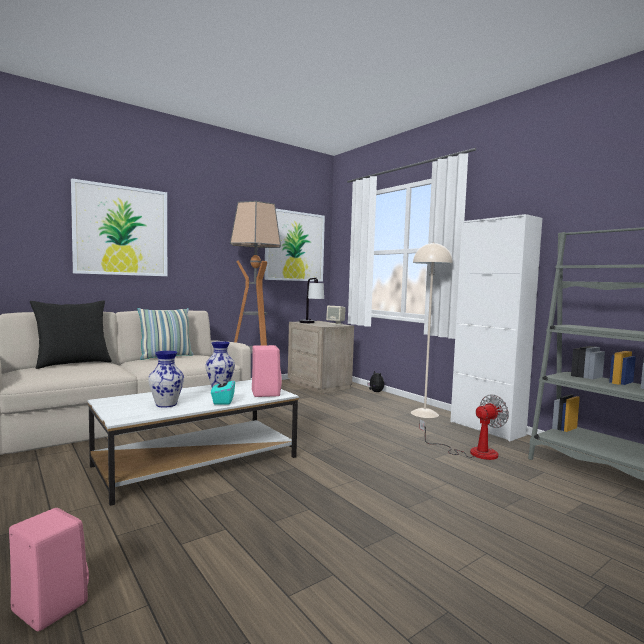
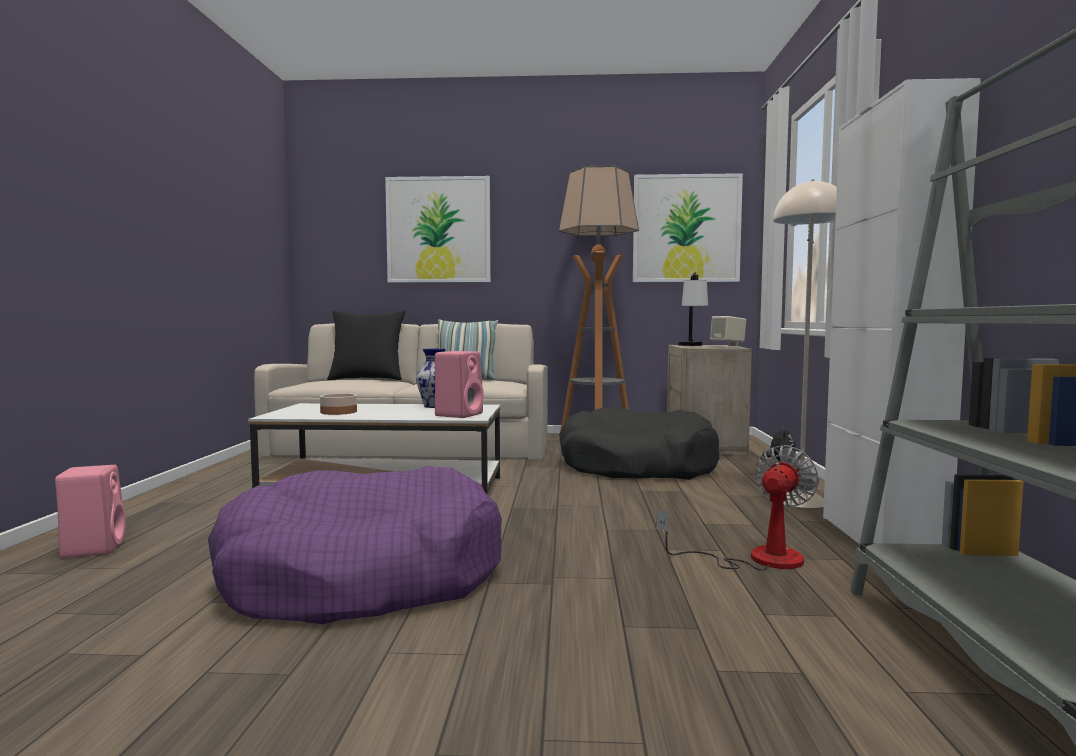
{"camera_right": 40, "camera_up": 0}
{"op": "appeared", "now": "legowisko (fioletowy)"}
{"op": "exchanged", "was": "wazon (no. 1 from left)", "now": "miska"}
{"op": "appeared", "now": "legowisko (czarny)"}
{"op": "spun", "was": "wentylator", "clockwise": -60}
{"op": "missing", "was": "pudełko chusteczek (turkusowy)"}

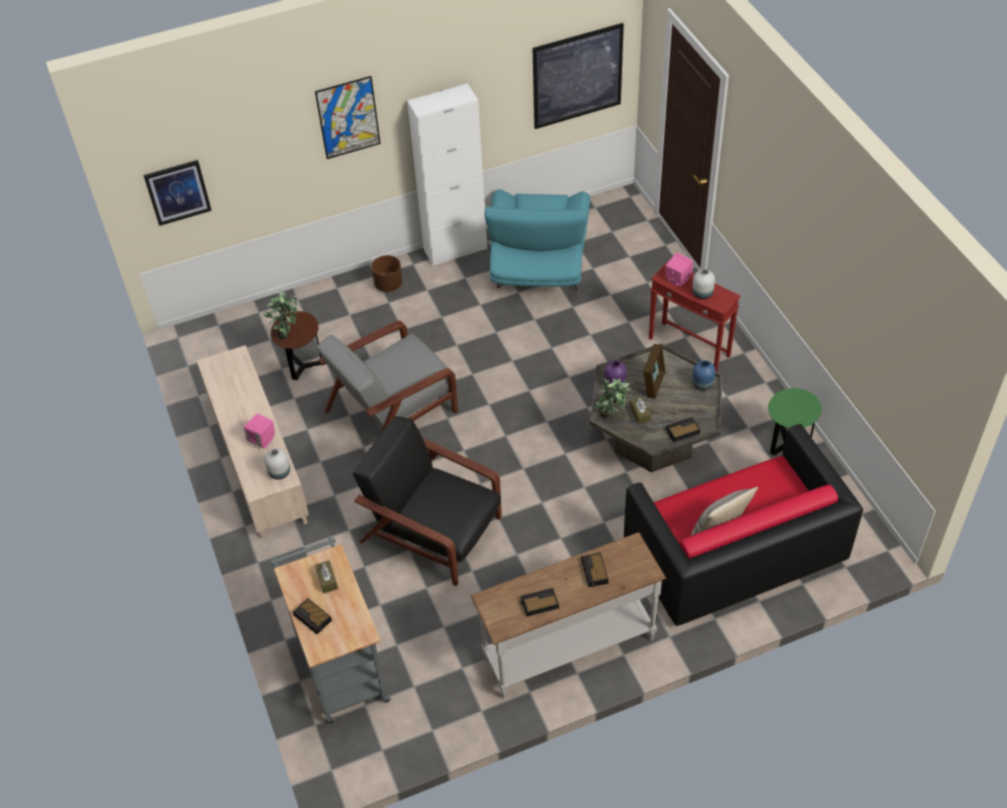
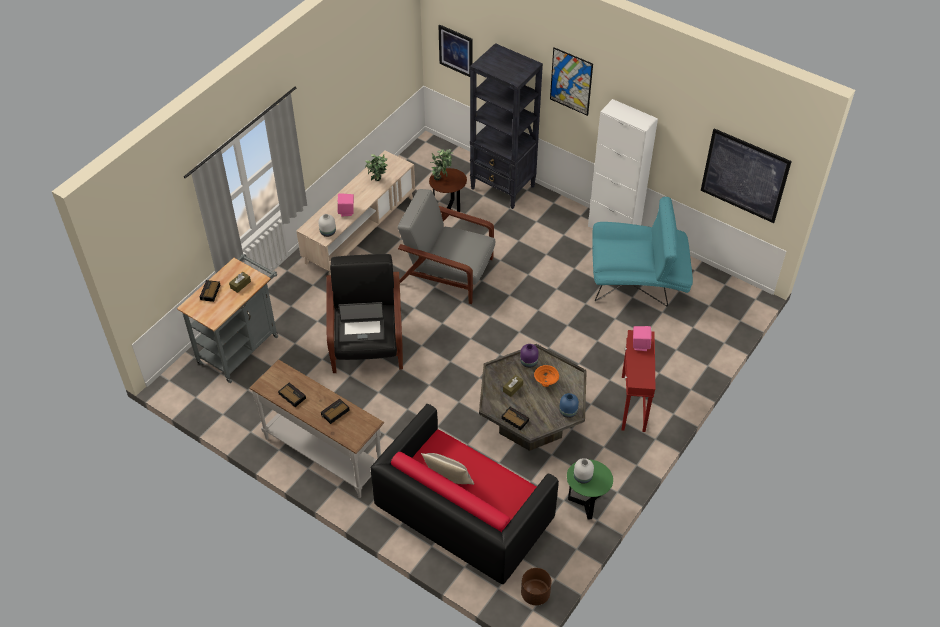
{"camera_right": 55, "camera_up": 0}
{"op": "appeared", "now": "laptop"}
{"op": "relocated", "was": "roślina doniczkowa (no. 2 from left in the first image)", "now": "roślina doniczkowa (no. 1 from left)"}
{"op": "appeared", "now": "regał (czarny)"}
{"op": "relocated", "was": "donica (brązowy)"}
{"op": "exchanged", "was": "ramka na zdjęcie", "now": "miska (pomarańczowy)"}
{"op": "relocated", "was": "wazon (biały) (no. 2 from left)"}
{"op": "spun", "was": "fotel (turkusowy)", "clockwise": -150}

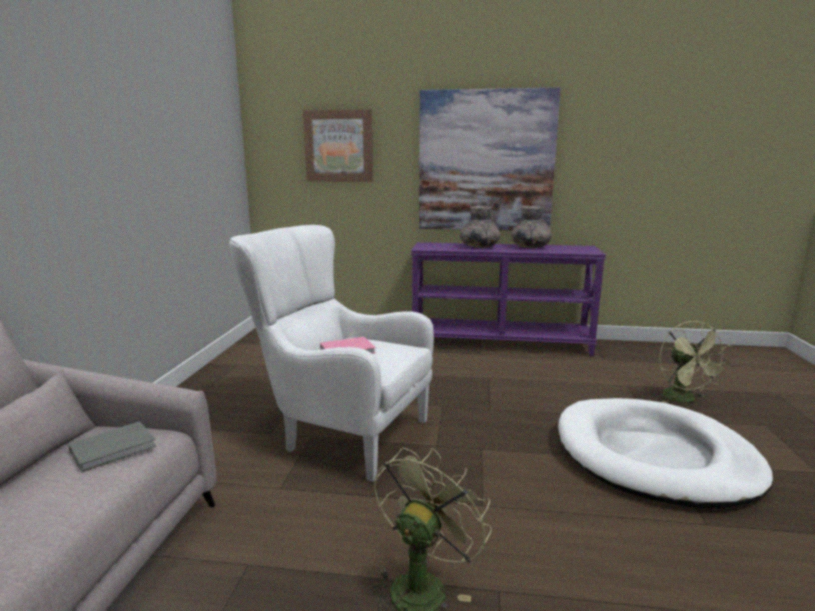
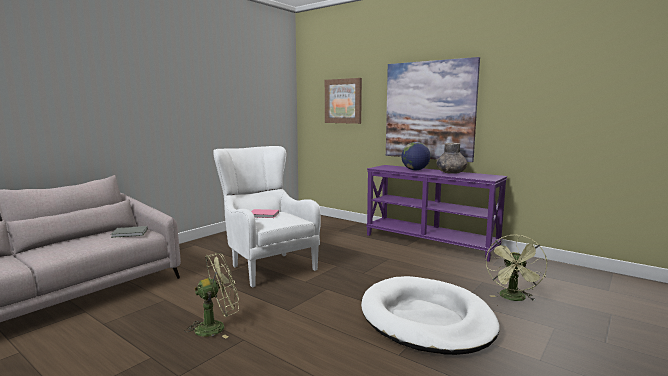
{"camera_right": 30, "camera_up": -5}
{"op": "exchanged", "was": "wazon (szary) (no. 1 from left)", "now": "globus"}

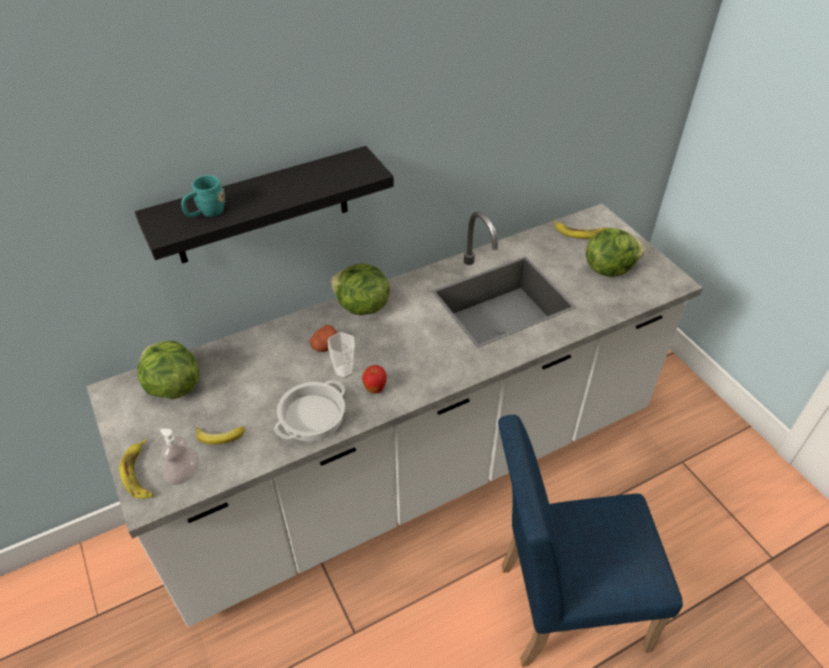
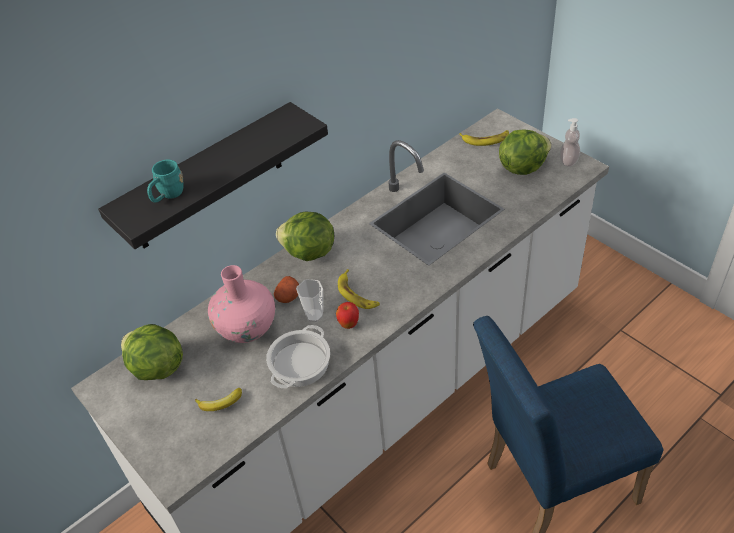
{"camera_right": -10, "camera_up": 0}
{"op": "appeared", "now": "wazon (różowy)"}
{"op": "relocated", "was": "banan (no. 1 from left in the first image)", "now": "banan (no. 2 from left)"}
{"op": "relocated", "was": "dozownik mydła"}

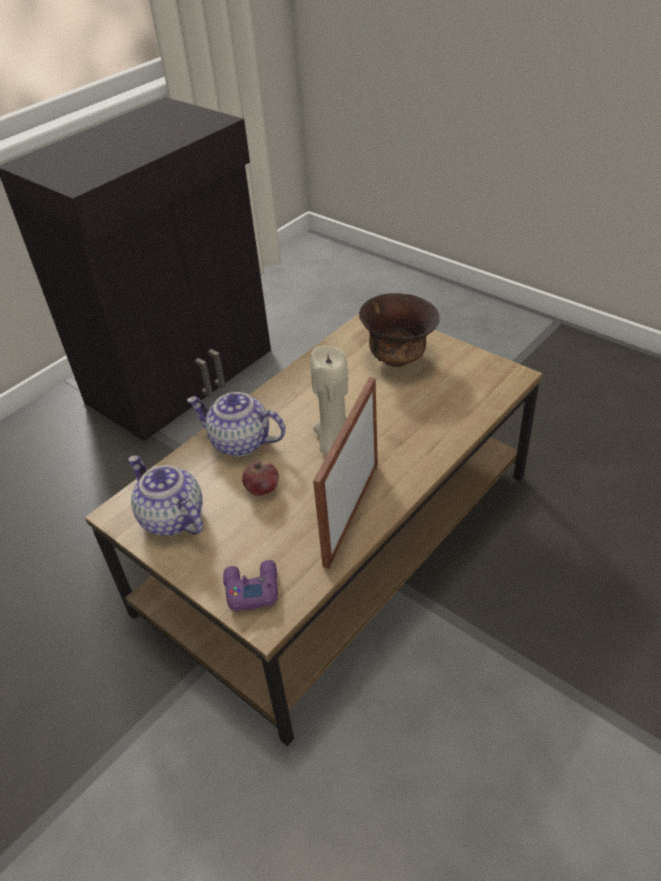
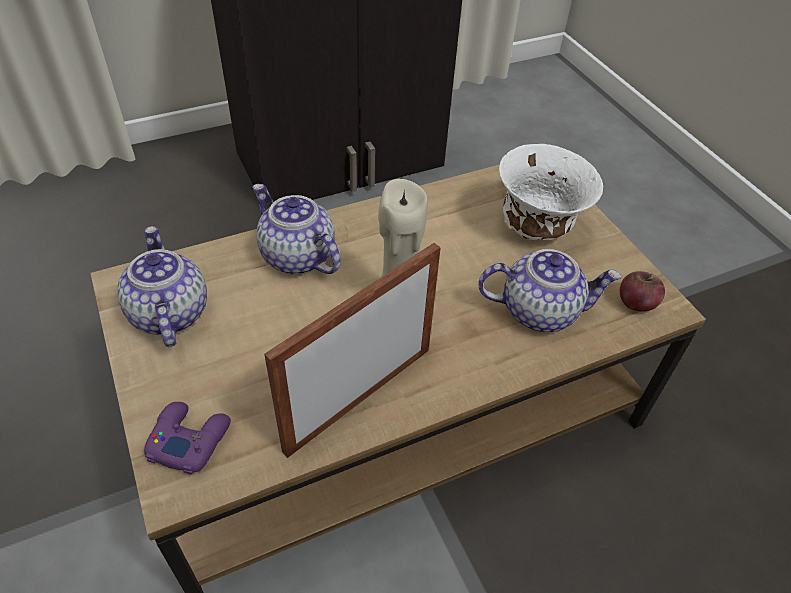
{"camera_right": 20, "camera_up": 5}
{"op": "appeared", "now": "imbryk (no. 3 from left)"}
{"op": "colour", "was": "miska (brązowy)", "now": "miska (biały)"}
{"op": "relocated", "was": "jabłko"}

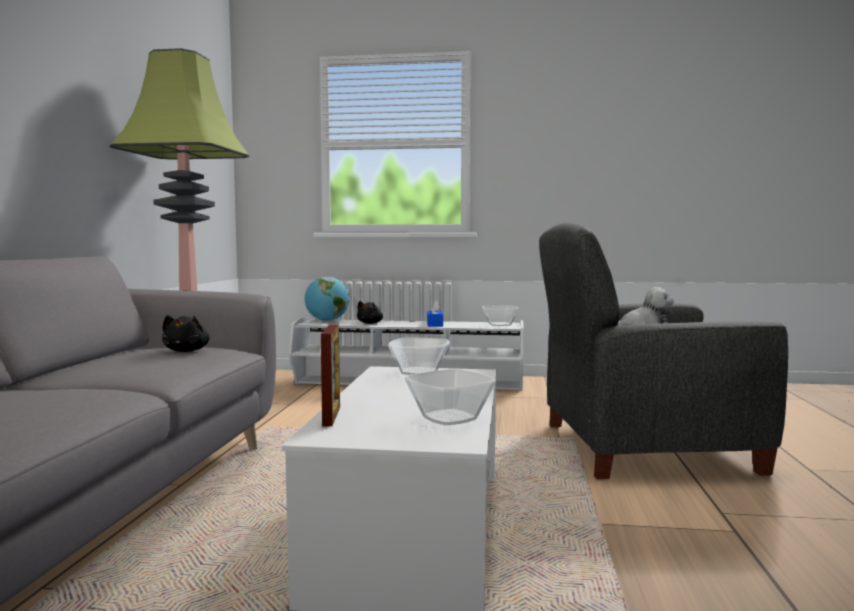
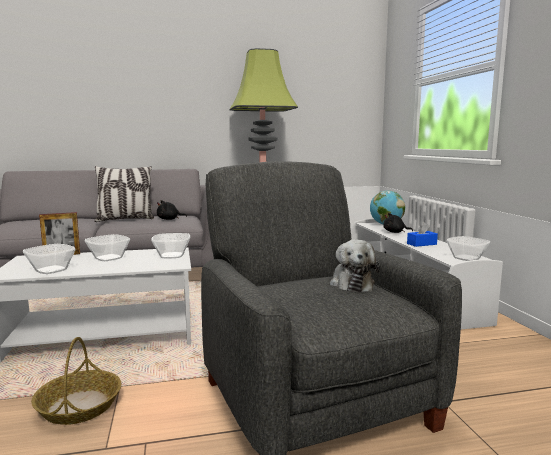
{"camera_right": 70, "camera_up": 5}
{"op": "appeared", "now": "koszyk"}
{"op": "appeared", "now": "miska (no. 2 from left)"}
{"op": "appeared", "now": "poduszka"}

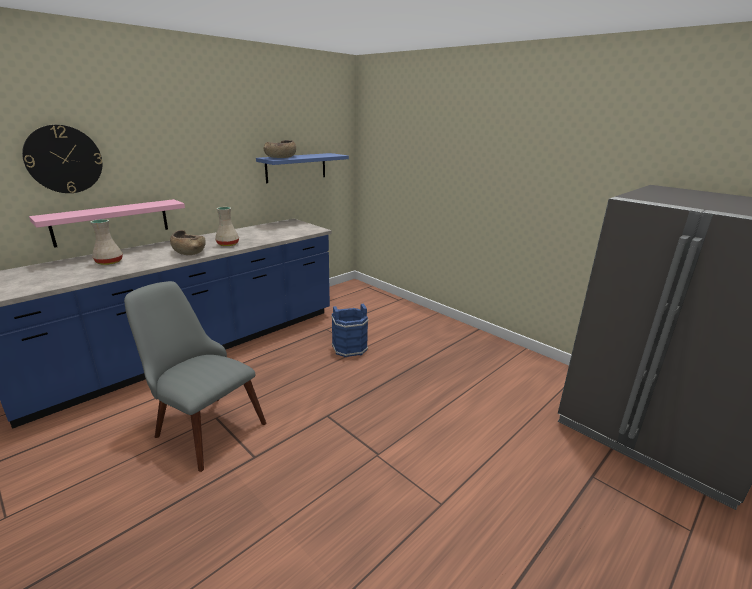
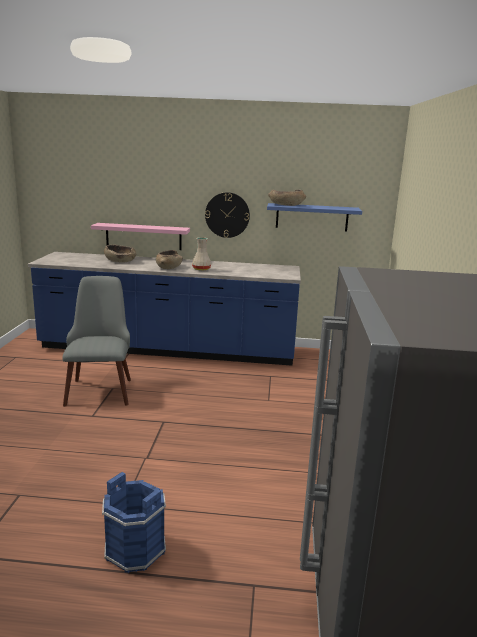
{"camera_right": 50, "camera_up": -5}
{"op": "relocated", "was": "wiadro (niebieski)"}
{"op": "exchanged", "was": "wazon (beżowy) (no. 1 from left)", "now": "miska (brązowy) (no. 1 from left)"}
{"op": "relocated", "was": "zegar ścienny"}

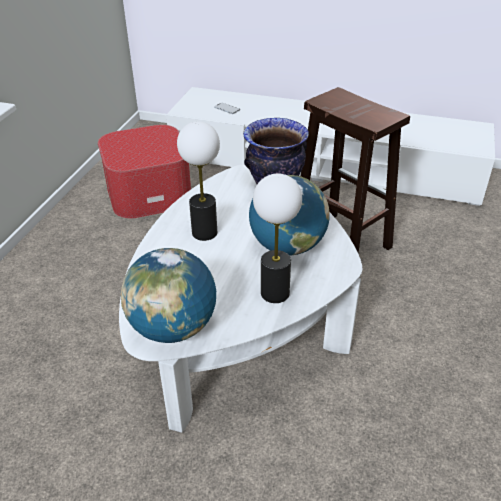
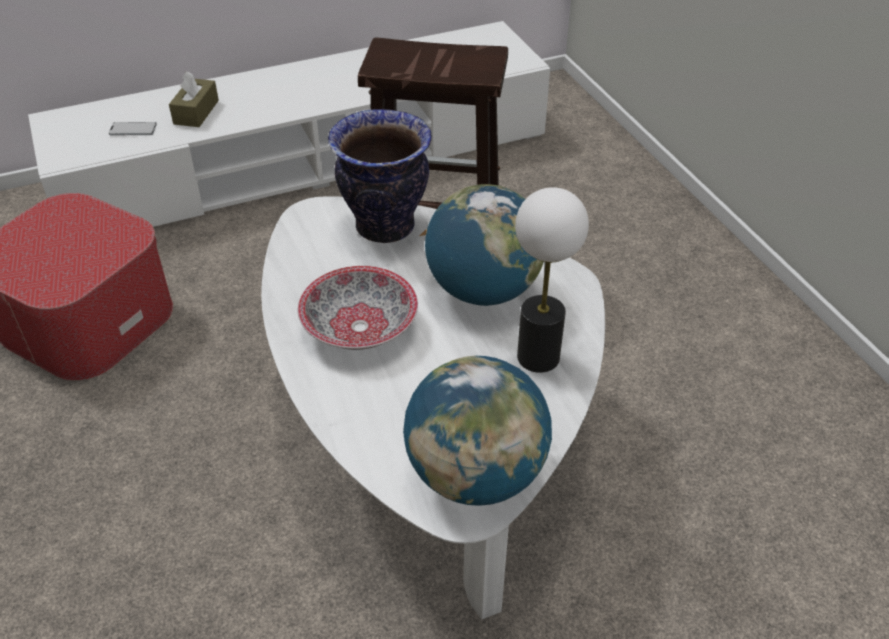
{"camera_right": -40, "camera_up": 5}
{"op": "appeared", "now": "pudełko chusteczek (brązowy)"}
{"op": "exchanged", "was": "lampa stołowa (no. 1 from left)", "now": "miska"}

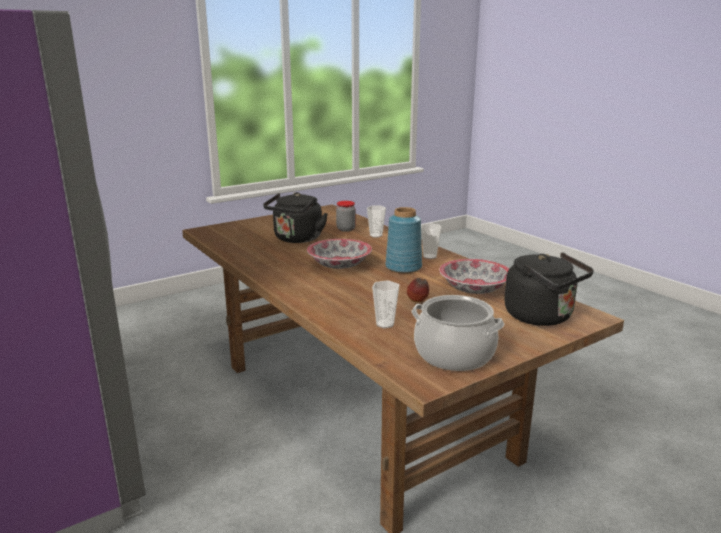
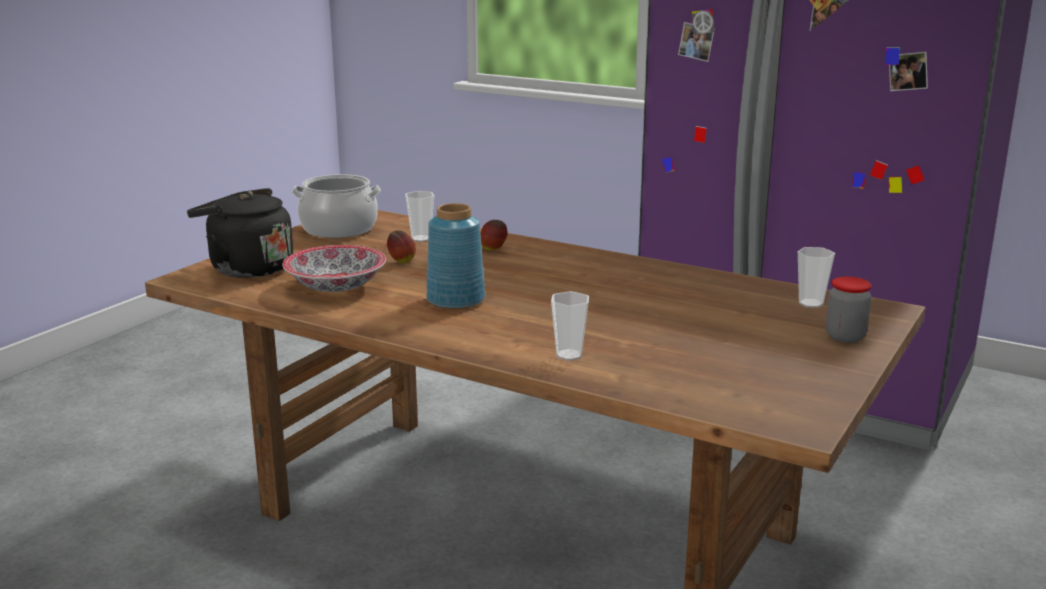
{"camera_right": 155, "camera_up": 0}
{"op": "appeared", "now": "jabłko (no. 2 from left)"}
{"op": "relocated", "was": "filiżanka (no. 3 from left)"}
{"op": "relocated", "was": "słoik"}
{"op": "missing", "was": "czajnik (czarny) (no. 1 from left)"}
{"op": "missing", "was": "miska (no. 1 from left)"}

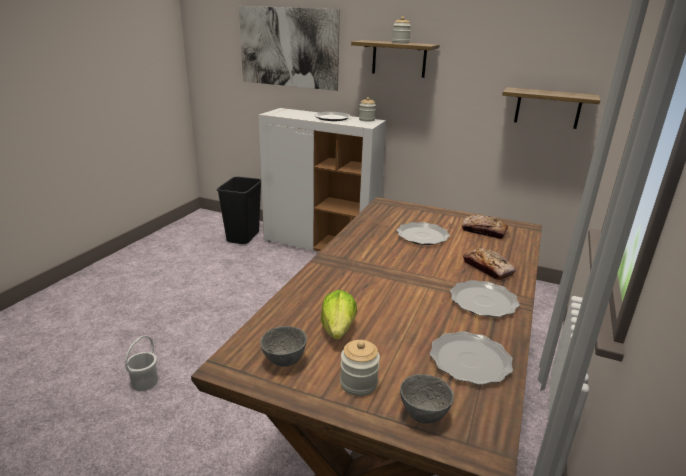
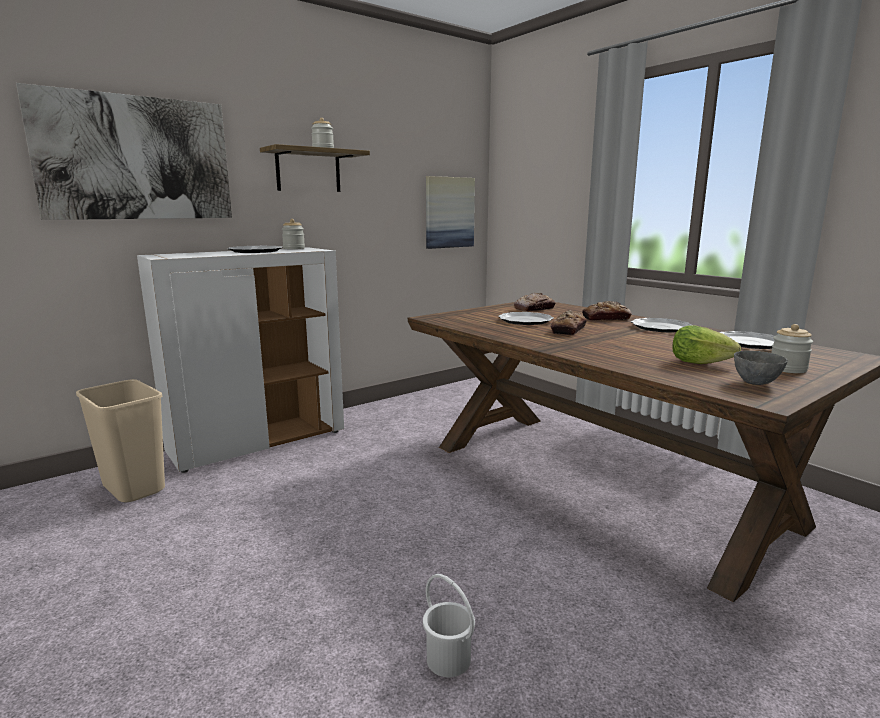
{"camera_right": -60, "camera_up": -10}
{"op": "colour", "was": "kosz na śmieci (czarny)", "now": "kosz na śmieci (beżowy)"}
{"op": "exchanged", "was": "półka (no. 2 from left)", "now": "obraz (no. 2 from left)"}
{"op": "appeared", "now": "chleb (no. 2 from left)"}
{"op": "missing", "was": "miska (szary) (no. 2 from left)"}

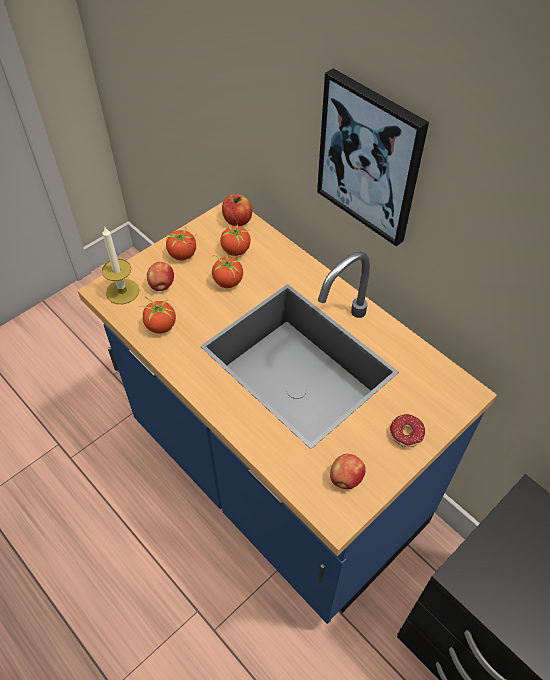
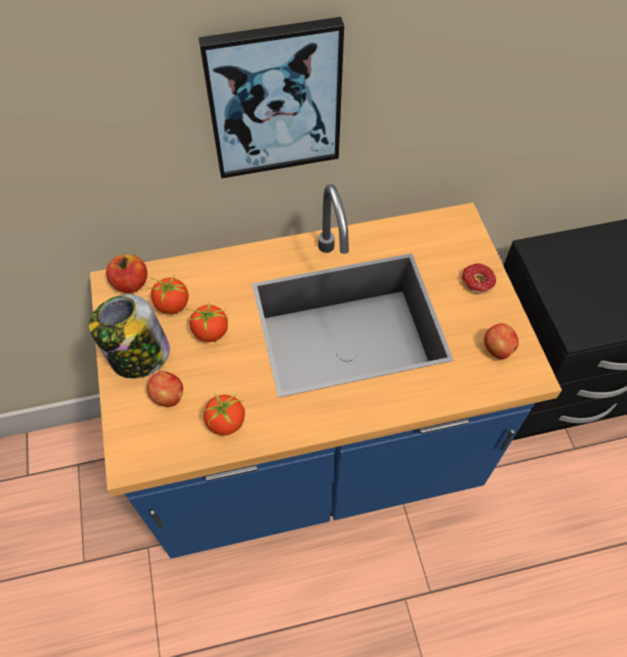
{"camera_right": -60, "camera_up": 5}
{"op": "exchanged", "was": "pomidor (no. 2 from left)", "now": "słoik"}
{"op": "missing", "was": "świeca"}

